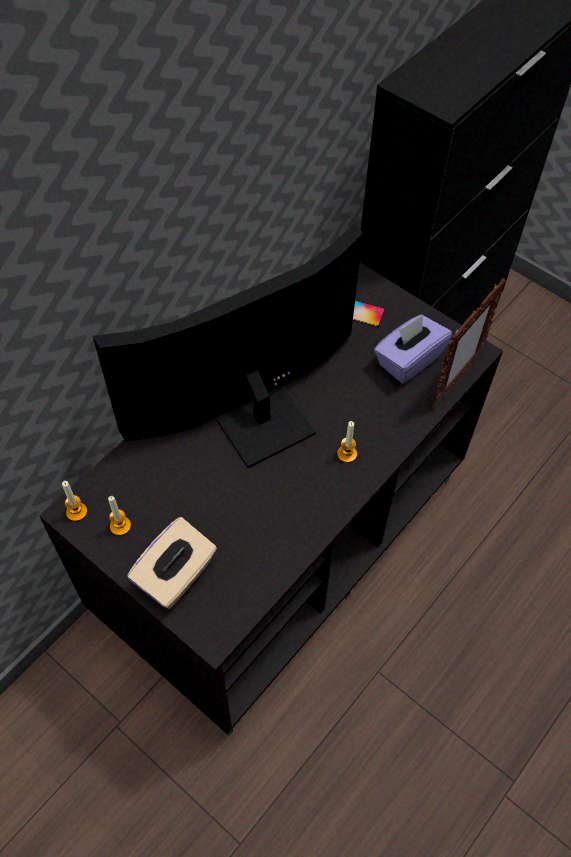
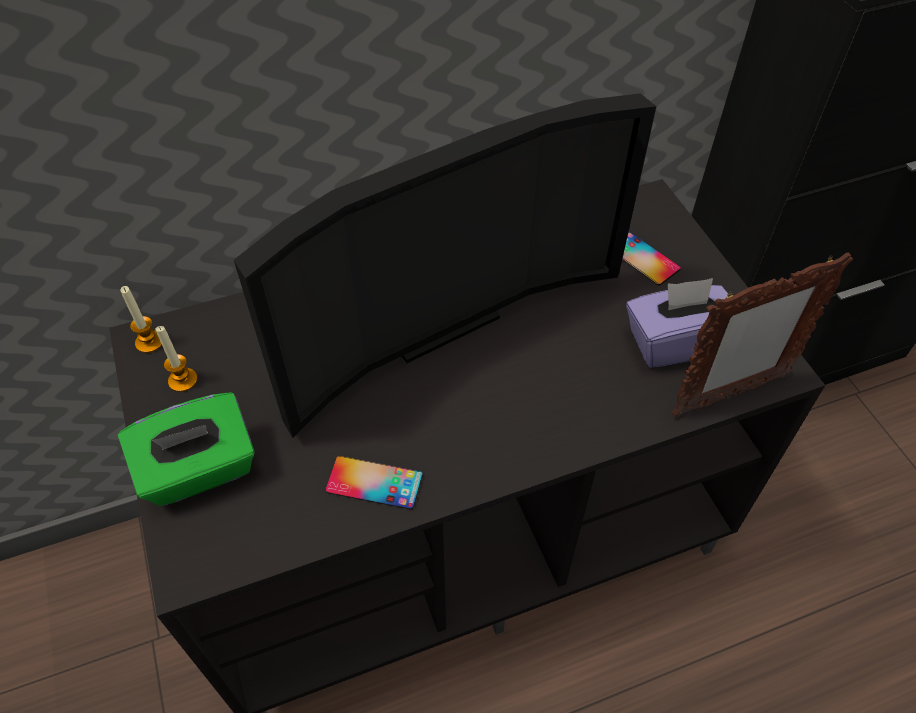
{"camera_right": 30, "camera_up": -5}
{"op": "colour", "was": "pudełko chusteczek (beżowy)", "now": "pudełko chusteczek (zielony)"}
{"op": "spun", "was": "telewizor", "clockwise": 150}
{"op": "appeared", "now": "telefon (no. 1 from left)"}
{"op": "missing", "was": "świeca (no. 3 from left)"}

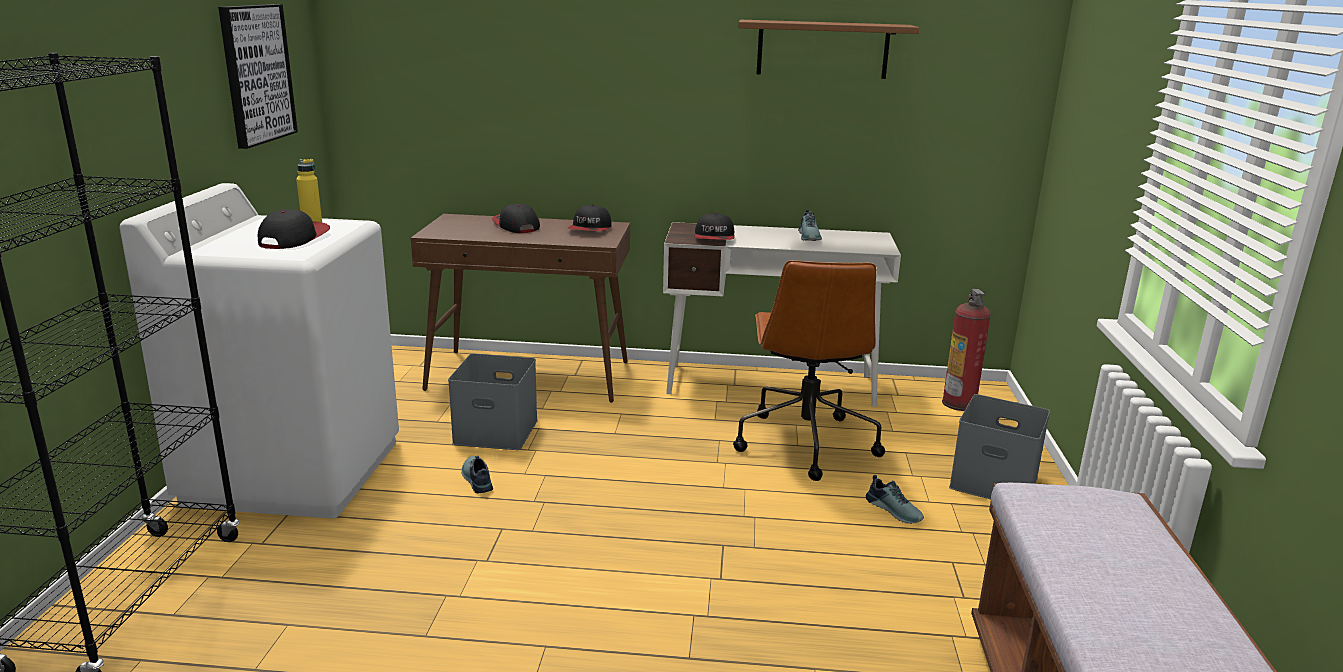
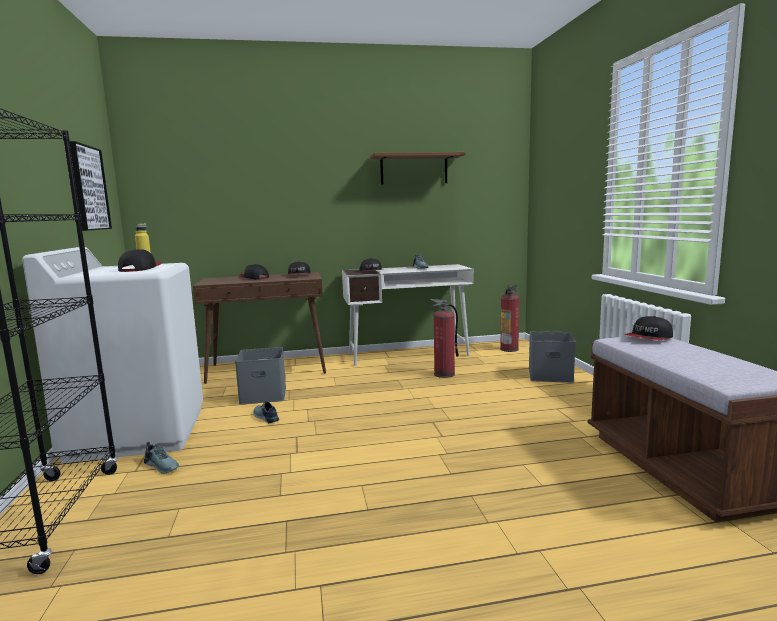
{"camera_right": -15, "camera_up": -10}
{"op": "relocated", "was": "but (no. 3 from left in the first image)", "now": "but (no. 1 from left)"}
{"op": "exchanged", "was": "krzesło biurowe (brązowy)", "now": "gaśnica (no. 1 from left)"}
{"op": "appeared", "now": "czapka z daszkiem (no. 5 from left)"}

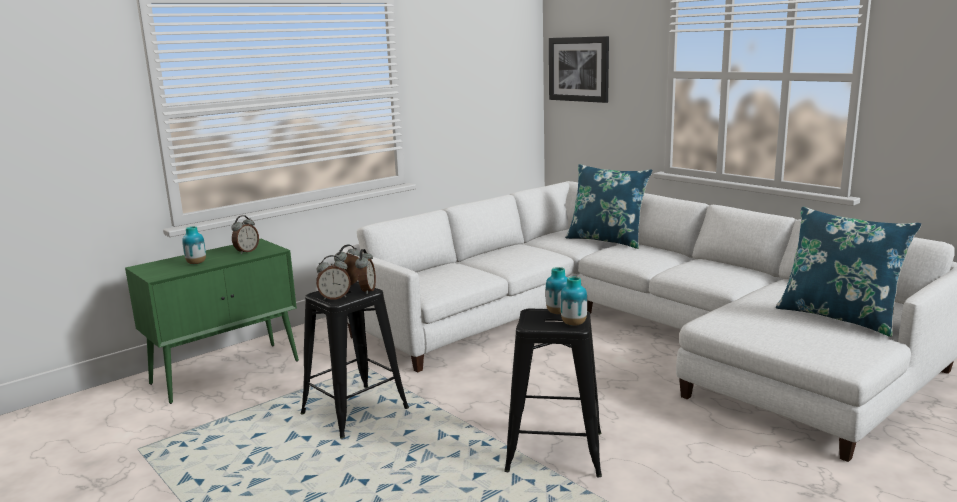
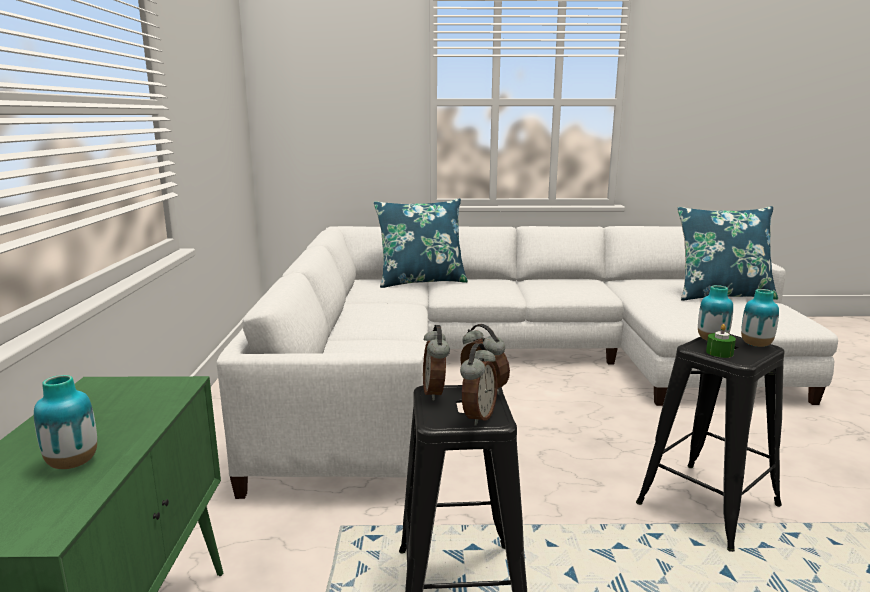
{"camera_right": -50, "camera_up": 0}
{"op": "appeared", "now": "świeca (zielony)"}
{"op": "missing", "was": "budzik (no. 1 from left)"}
{"op": "missing", "was": "obraz"}

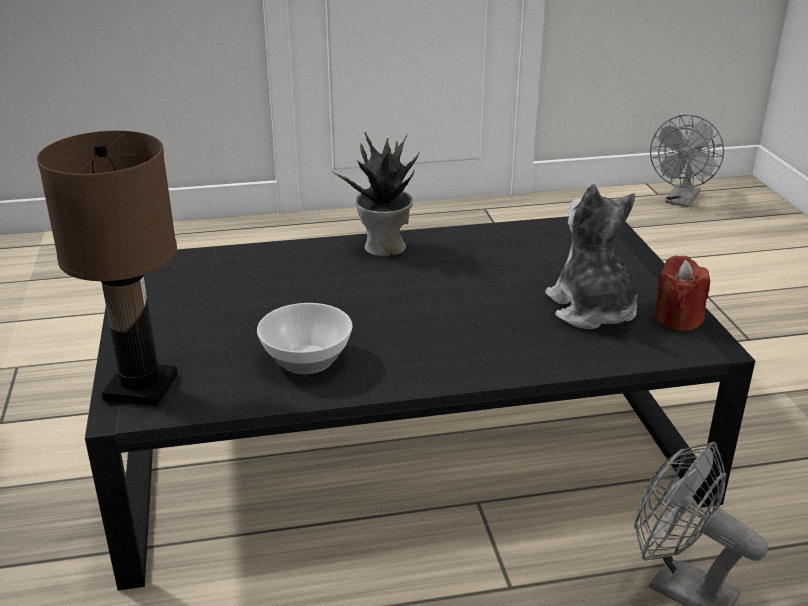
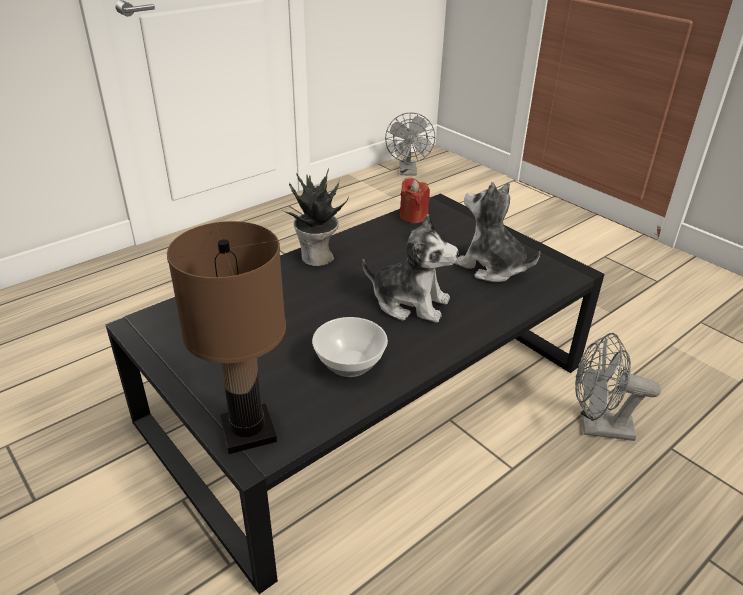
{"camera_right": -30, "camera_up": 5}
{"op": "appeared", "now": "pluszak (no. 1 from left)"}
{"op": "relocated", "was": "świeca (czerwony)"}

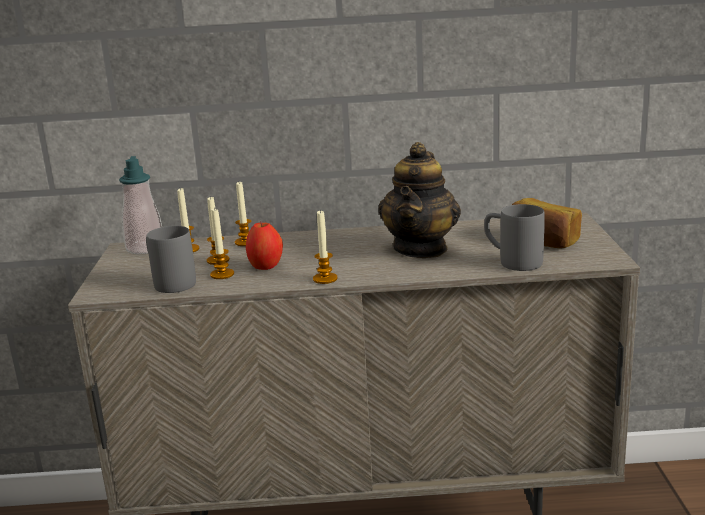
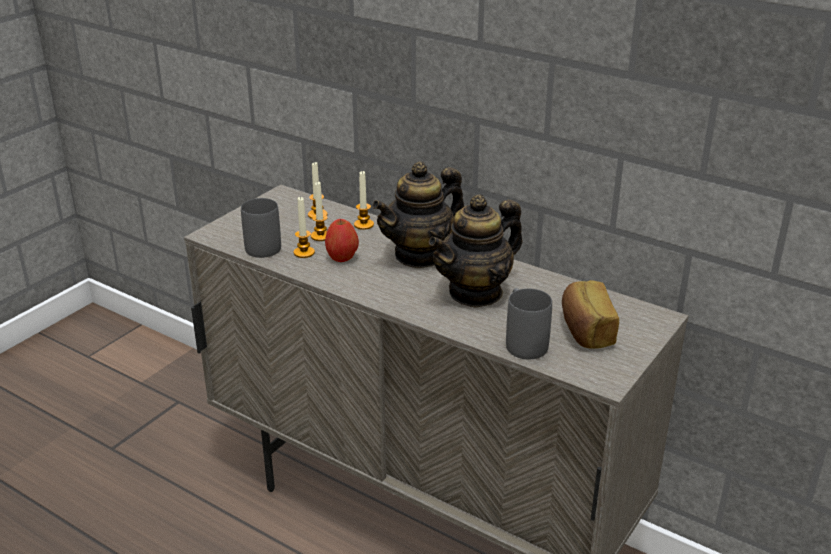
{"camera_right": 35, "camera_up": 10}
{"op": "appeared", "now": "imbryk (no. 1 from left)"}
{"op": "missing", "was": "dozownik mydła"}
{"op": "missing", "was": "świeca (no. 5 from left)"}

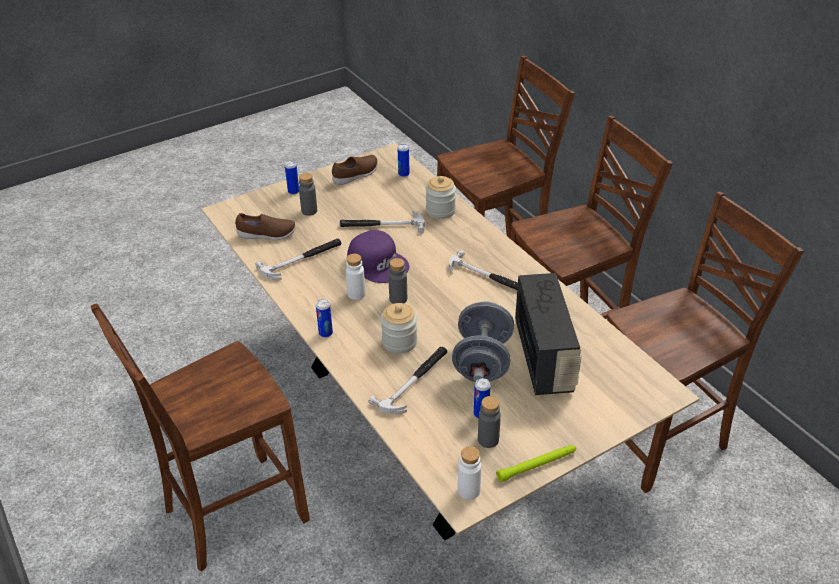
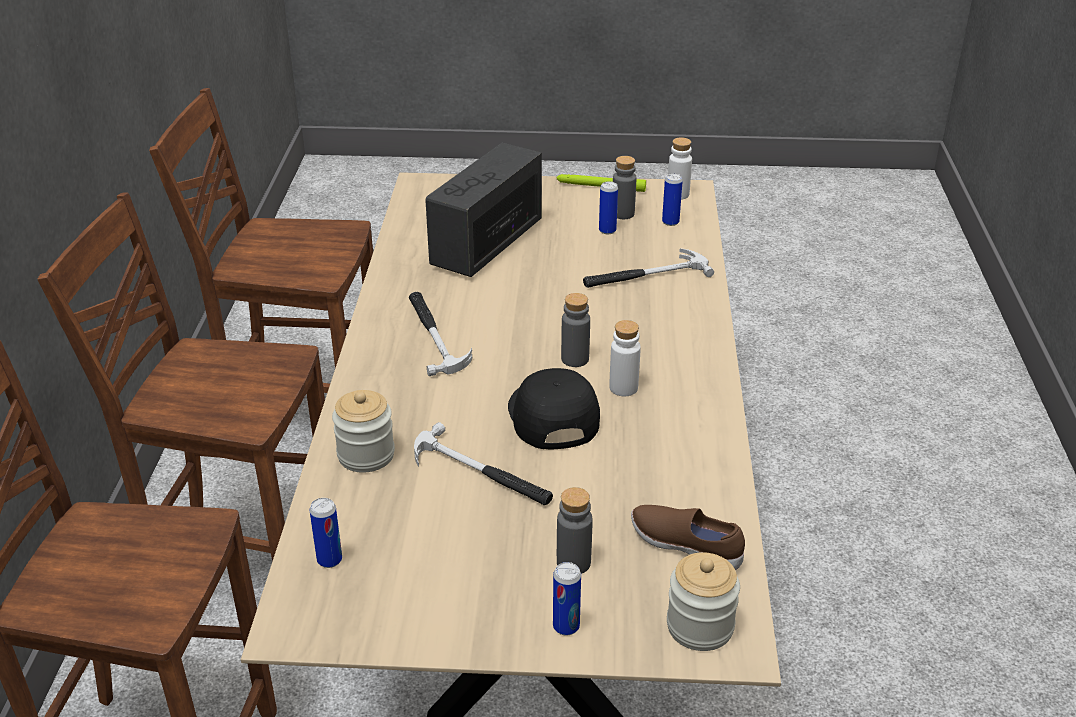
{"camera_right": -145, "camera_up": -5}
{"op": "colour", "was": "czapka z daszkiem (fioletowy)", "now": "czapka z daszkiem (czarny)"}
{"op": "relocated", "was": "puszka (no. 2 from left in the first image)", "now": "puszka (no. 4 from left)"}
{"op": "relocated", "was": "słoik (no. 1 from left in the first image)", "now": "słoik (no. 2 from left)"}
{"op": "missing", "was": "krzesło (brązowy) (no. 1 from left)"}
{"op": "missing", "was": "młotek (no. 1 from left)"}
{"op": "missing", "was": "but (brązowy) (no. 2 from left)"}
{"op": "missing", "was": "hantel (szary)"}

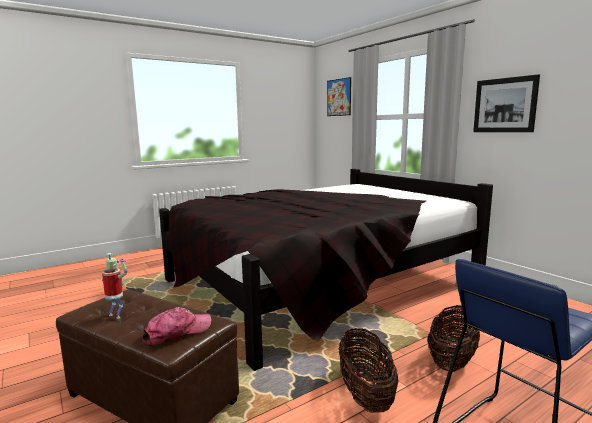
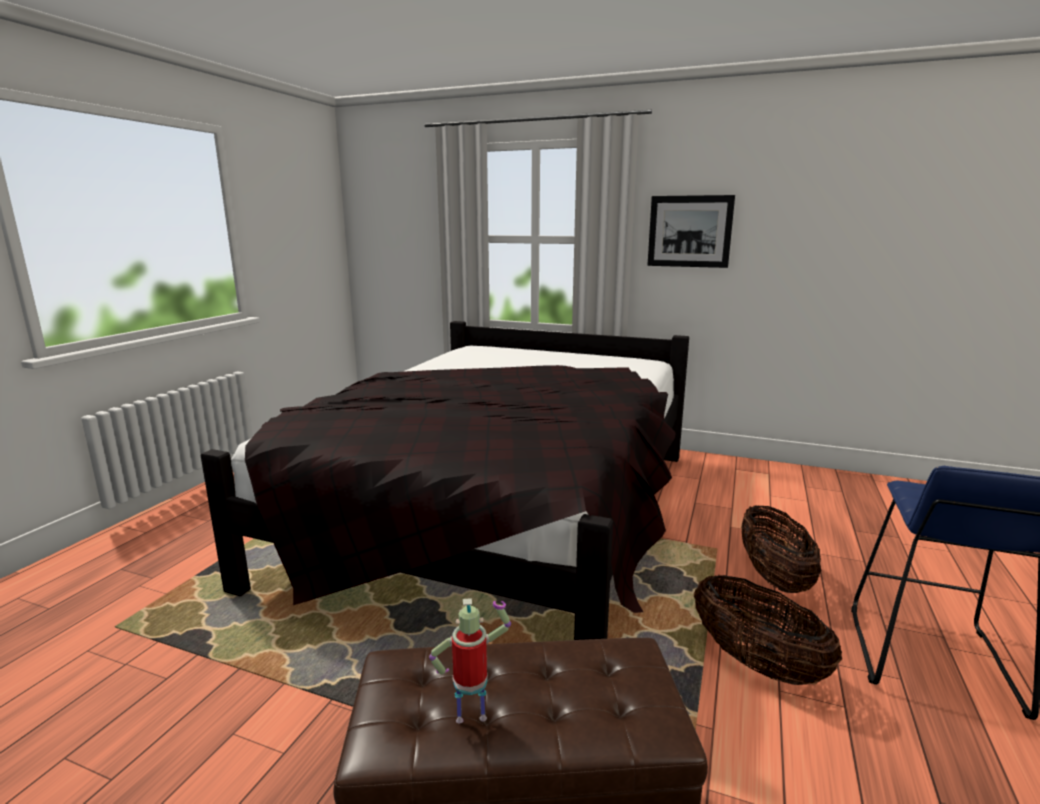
{"camera_right": -35, "camera_up": 5}
{"op": "missing", "was": "czapka z daszkiem"}
{"op": "missing", "was": "obraz (no. 1 from left)"}

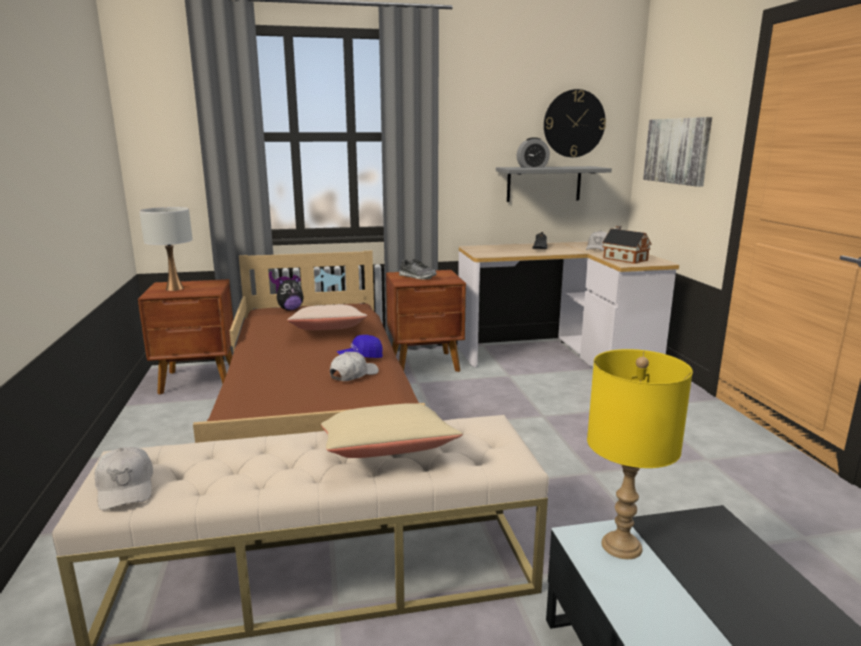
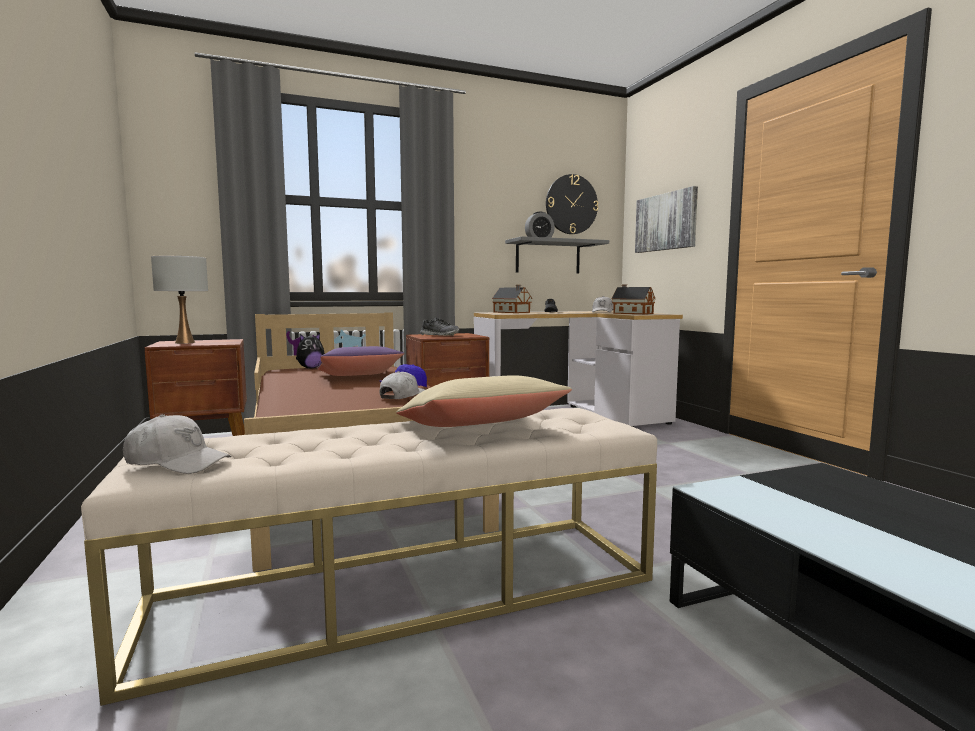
{"camera_right": -10, "camera_up": -10}
{"op": "spun", "was": "czapka z daszkiem (biały) (no. 1 from left)", "clockwise": -45}
{"op": "colour", "was": "poduszka (beżowy) (no. 1 from left)", "now": "poduszka (fioletowy)"}
{"op": "appeared", "now": "domek (no. 1 from left)"}
{"op": "missing", "was": "lampa stołowa (żółty)"}

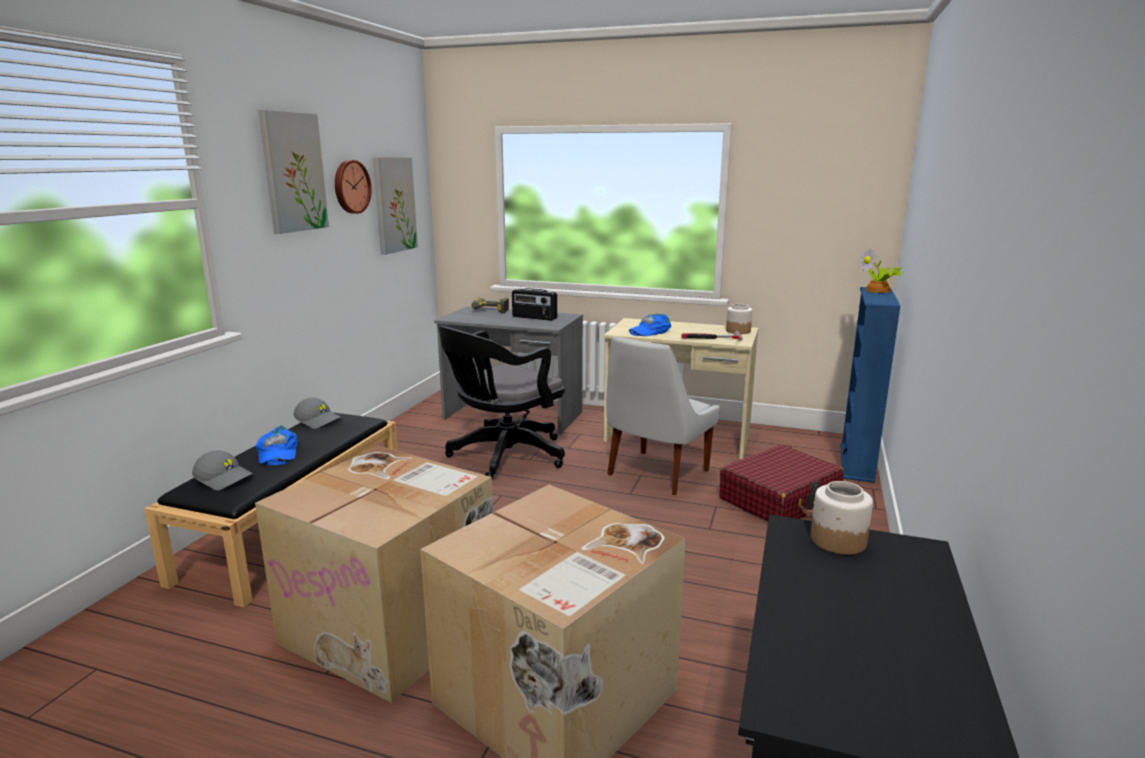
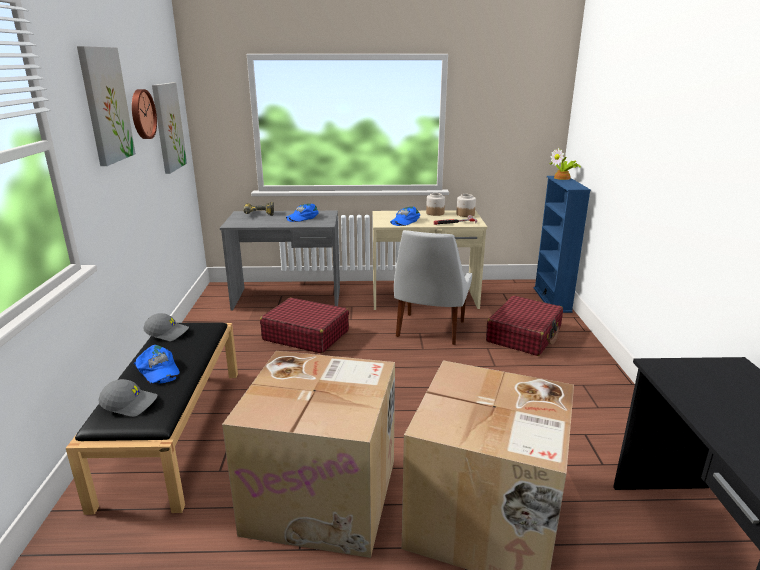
{"camera_right": -20, "camera_up": 5}
{"op": "exchanged", "was": "krzesło biurowe (czarny)", "now": "walizka (czerwony) (no. 1 from left)"}
{"op": "exchanged", "was": "radio", "now": "czapka z daszkiem (niebieski) (no. 2 from left)"}
{"op": "relocated", "was": "słoik (no. 2 from left in the first image)", "now": "słoik (no. 1 from left)"}

